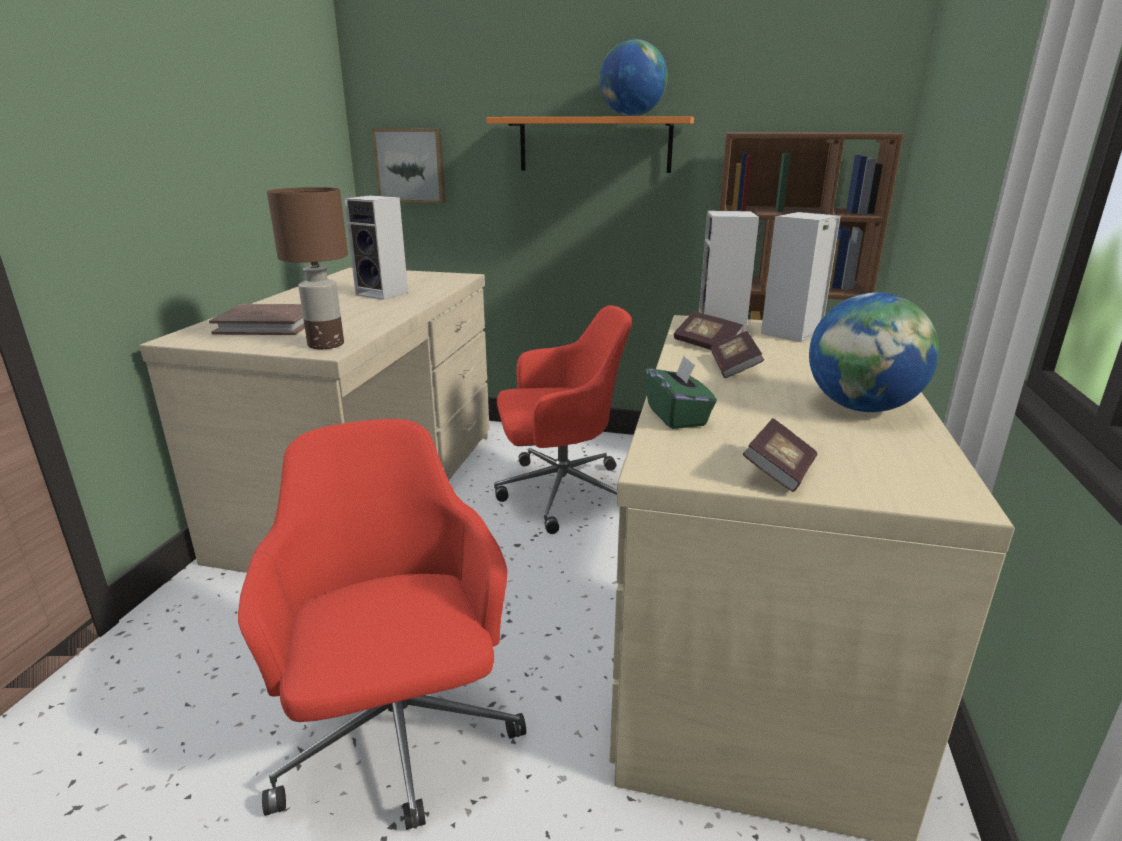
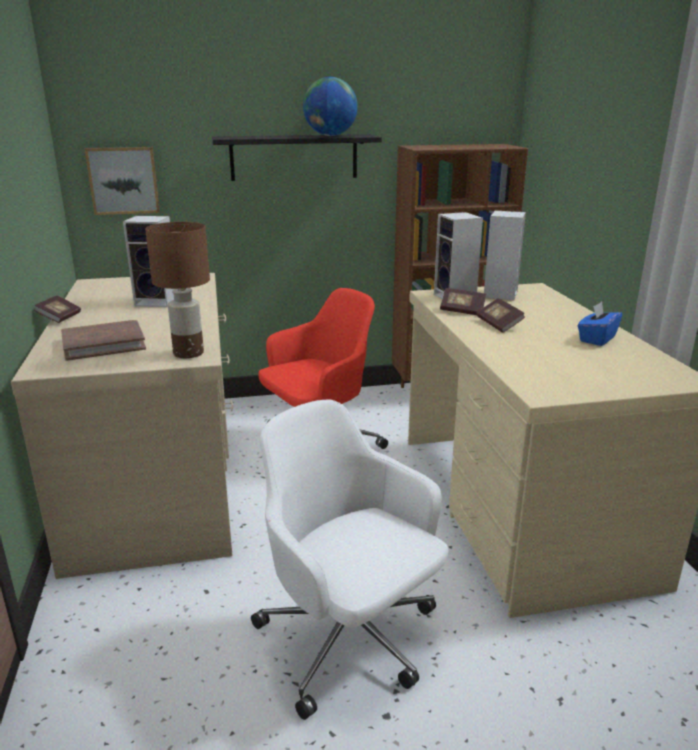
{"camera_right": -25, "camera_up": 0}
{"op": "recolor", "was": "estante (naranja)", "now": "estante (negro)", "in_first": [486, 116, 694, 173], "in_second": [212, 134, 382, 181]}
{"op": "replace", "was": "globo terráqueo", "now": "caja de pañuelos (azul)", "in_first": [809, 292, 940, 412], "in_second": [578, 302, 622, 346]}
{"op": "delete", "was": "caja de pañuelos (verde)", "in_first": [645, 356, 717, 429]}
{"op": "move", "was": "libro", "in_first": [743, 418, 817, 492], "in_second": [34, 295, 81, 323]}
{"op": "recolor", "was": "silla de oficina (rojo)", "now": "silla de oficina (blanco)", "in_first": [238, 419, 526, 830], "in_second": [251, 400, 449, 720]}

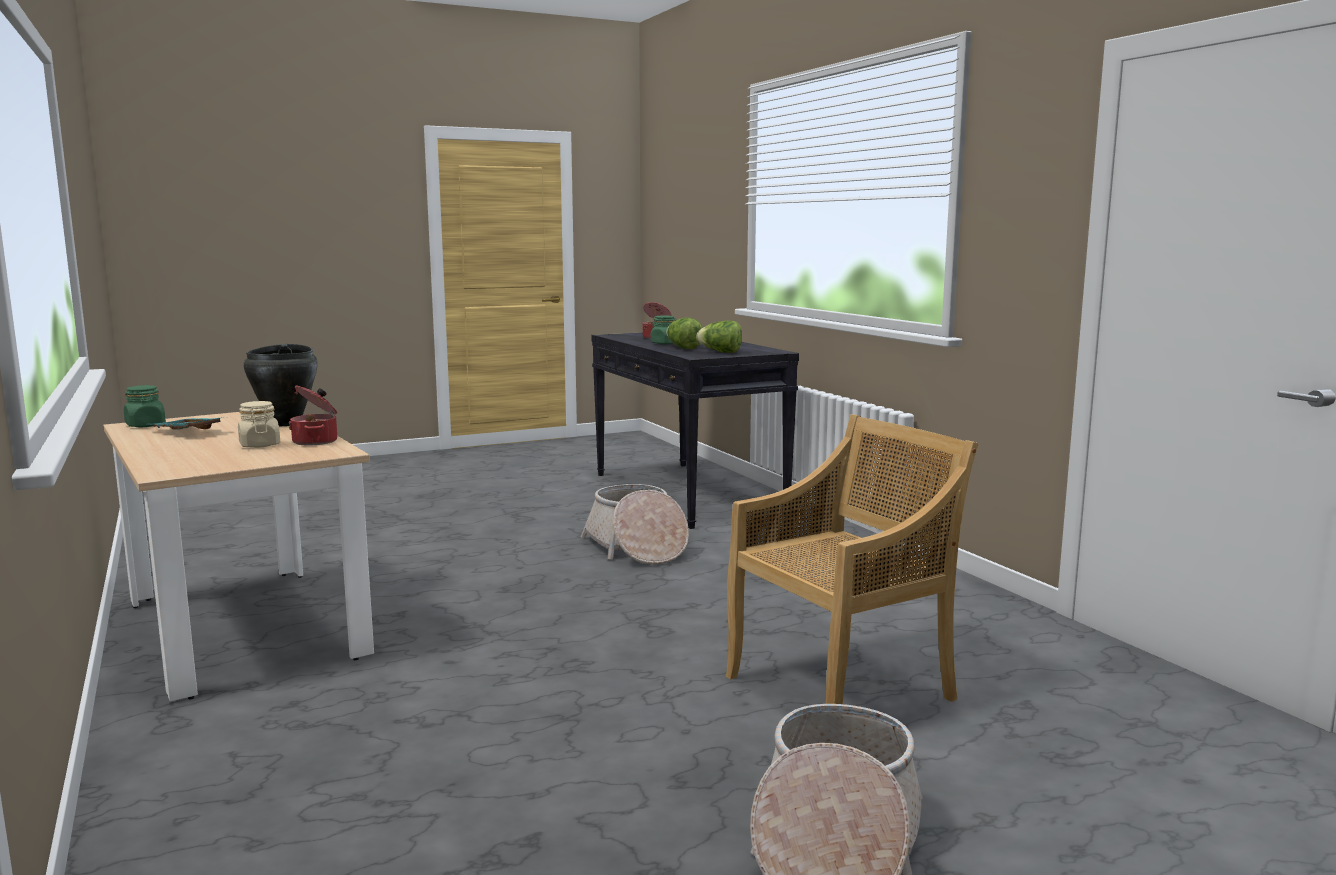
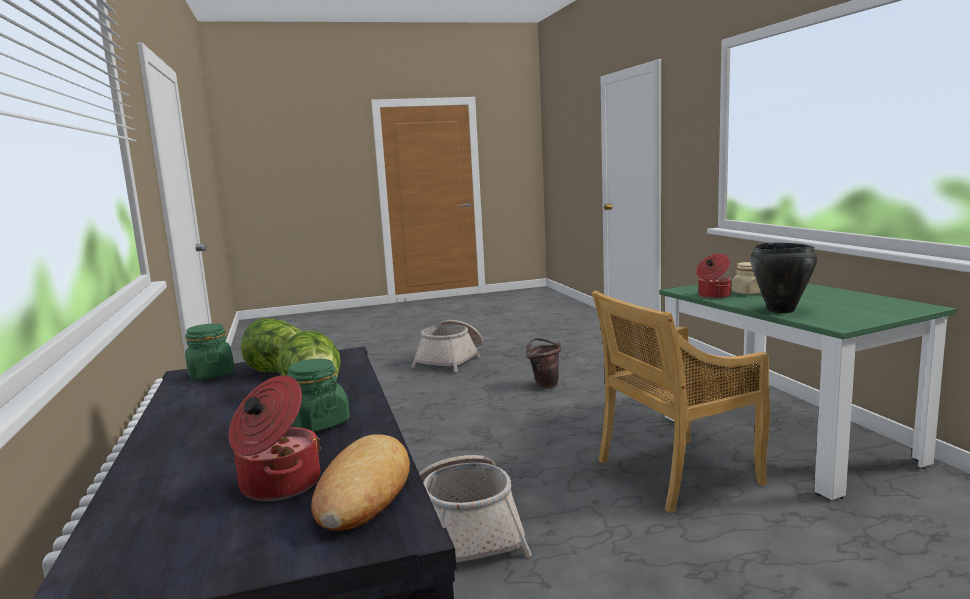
{"camera_right": -170, "camera_up": 0}
{"op": "move", "was": "tarro (verde)", "in_first": [124, 385, 166, 427], "in_second": [185, 323, 235, 379]}
{"op": "recolor", "was": "mesa de comedor (beis)", "now": "mesa de comedor (verde)", "in_first": [103, 412, 374, 701], "in_second": [659, 278, 956, 500]}
{"op": "move", "was": "silla (beis)", "in_first": [726, 414, 978, 704], "in_second": [592, 291, 770, 513]}
{"op": "delete", "was": "bandeja (turquesa)", "in_first": [151, 417, 224, 430]}
{"op": "insert", "now": "cubo (marrón)", "in_second": [526, 338, 561, 389]}
{"op": "insert", "now": "pan", "in_second": [311, 434, 410, 531]}

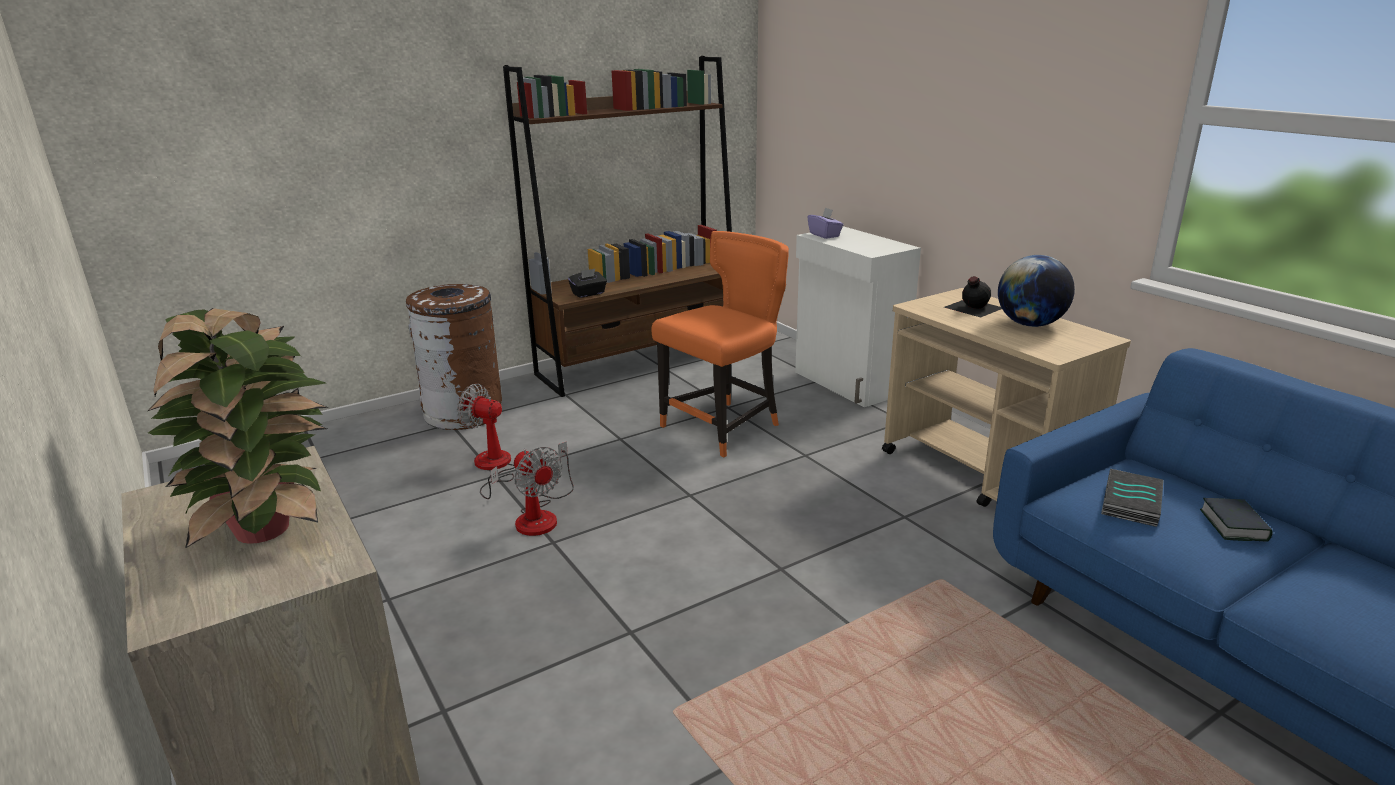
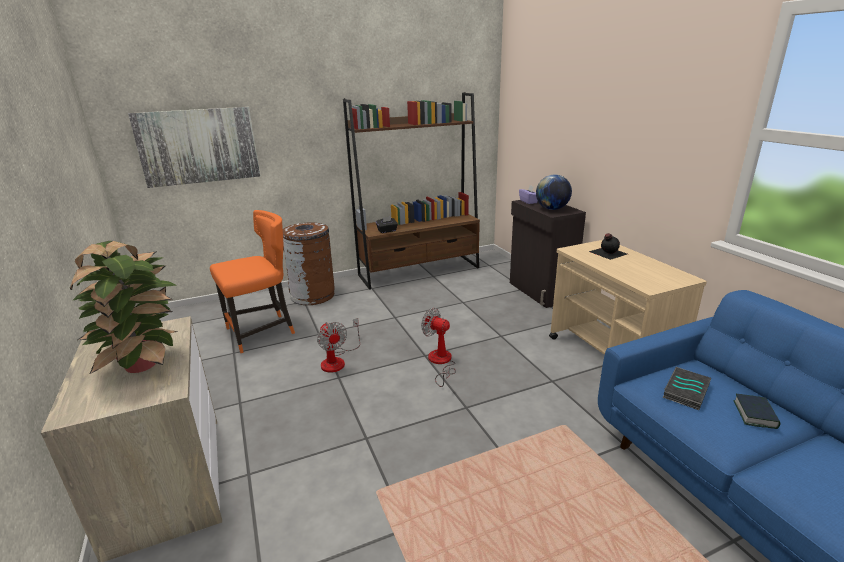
{"camera_right": 10, "camera_up": 0}
{"op": "recolor", "was": "armario (blanco)", "now": "armario (negro)", "in_first": [795, 226, 921, 407], "in_second": [510, 200, 586, 308]}
{"op": "move", "was": "silla (naranja)", "in_first": [651, 231, 789, 457], "in_second": [210, 210, 295, 353]}
{"op": "move", "was": "globo terráqueo", "in_first": [998, 255, 1075, 327], "in_second": [536, 174, 572, 210]}
{"op": "move", "was": "ventilador", "in_first": [457, 384, 515, 499], "in_second": [421, 308, 456, 387]}
{"op": "insert", "now": "cuadro", "in_second": [128, 107, 260, 188]}

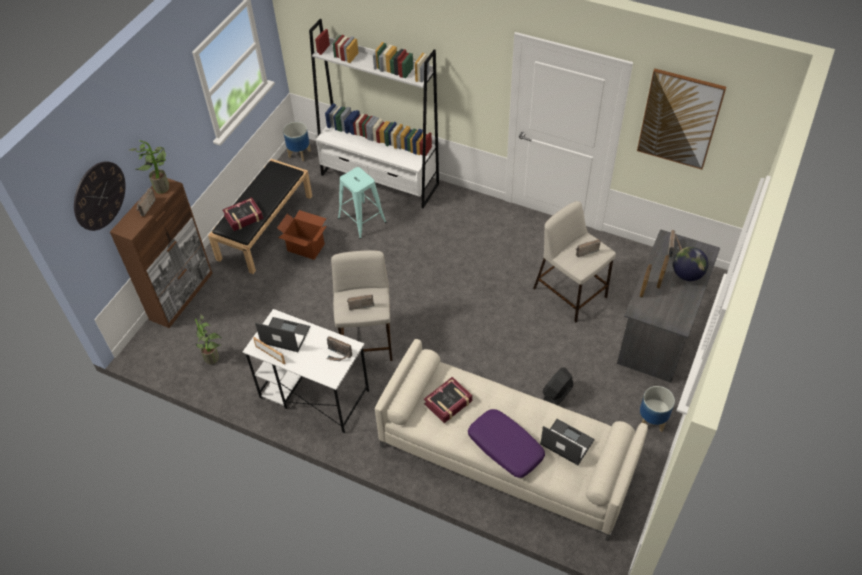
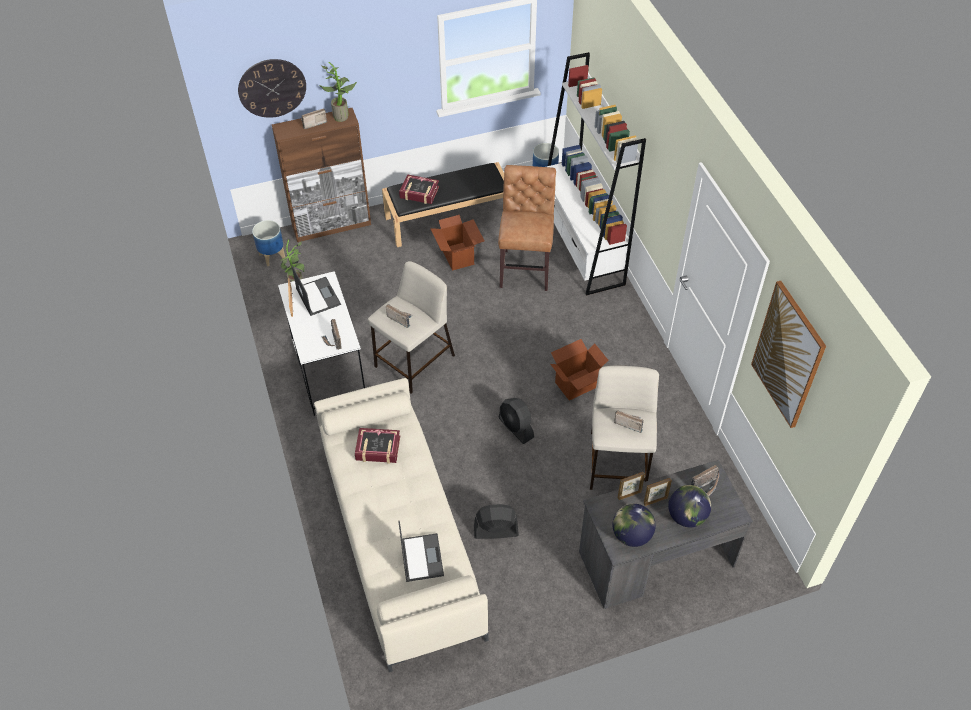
{"camera_right": 45, "camera_up": 0}
{"op": "replace", "was": "taburete (turquesa)", "now": "silla (marrón)", "in_first": [338, 167, 386, 239], "in_second": [498, 165, 556, 291]}
{"op": "move", "was": "maceta", "in_first": [640, 386, 675, 432], "in_second": [252, 220, 285, 266]}
{"op": "delete", "was": "cojín (morado)", "in_first": [468, 409, 545, 478]}
{"op": "insert", "now": "caja de cartón", "in_second": [550, 339, 608, 401]}
{"op": "insert", "now": "ventilador (negro)", "in_second": [498, 398, 534, 444]}
{"op": "insert", "now": "globo terráqueo", "in_second": [613, 504, 656, 547]}

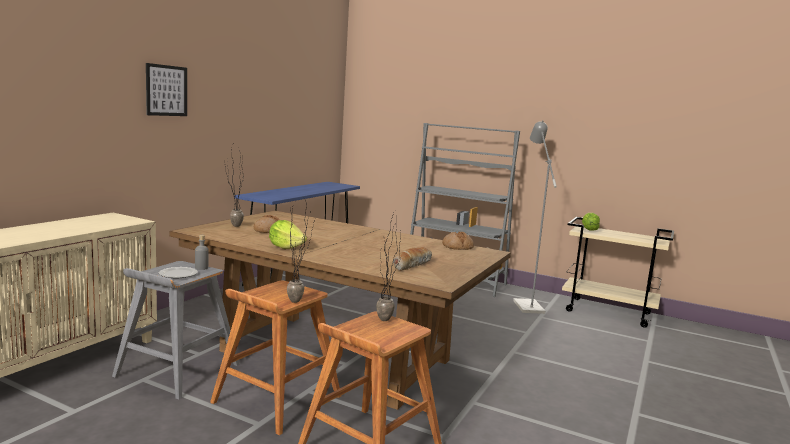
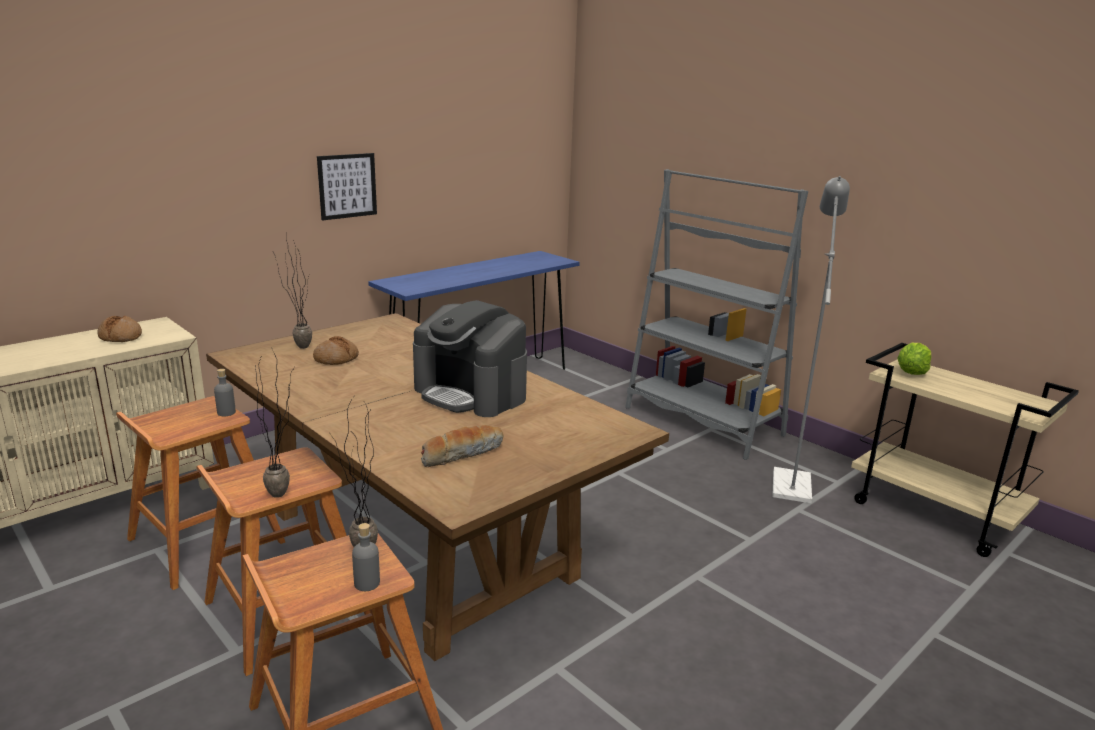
{"camera_right": 20, "camera_up": 10}
{"op": "move", "was": "cuadro", "in_first": [146, 63, 187, 116], "in_second": [317, 153, 377, 221]}
{"op": "delete", "was": "lechuga", "in_first": [269, 220, 307, 249]}
{"op": "move", "was": "pan", "in_first": [442, 232, 474, 250], "in_second": [97, 316, 142, 342]}
{"op": "recolor", "was": "taburete (gris)", "now": "taburete (marrón)", "in_first": [112, 261, 240, 400], "in_second": [116, 396, 285, 590]}
{"op": "delete", "was": "plato", "in_first": [158, 267, 198, 278]}
{"op": "insert", "now": "cafetera", "in_second": [413, 300, 527, 417]}
{"op": "insert", "now": "botella (gris)", "in_second": [352, 523, 380, 591]}

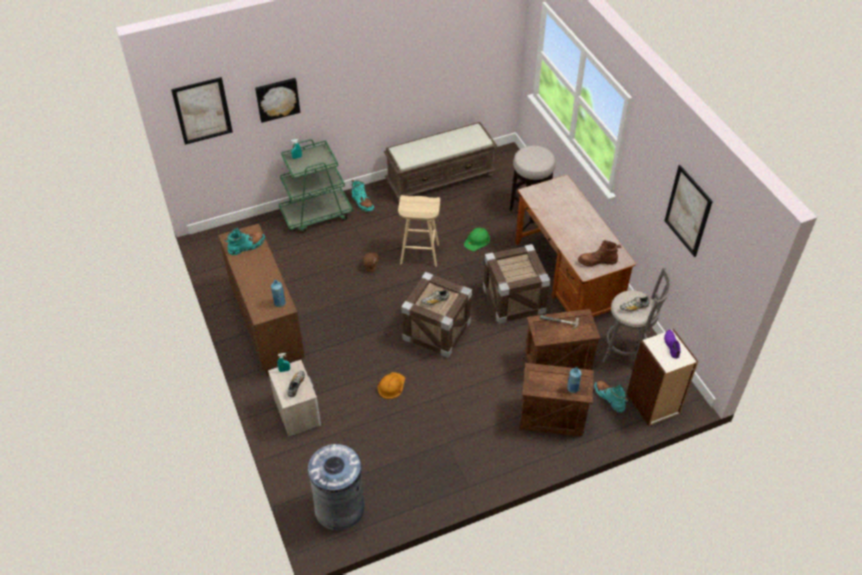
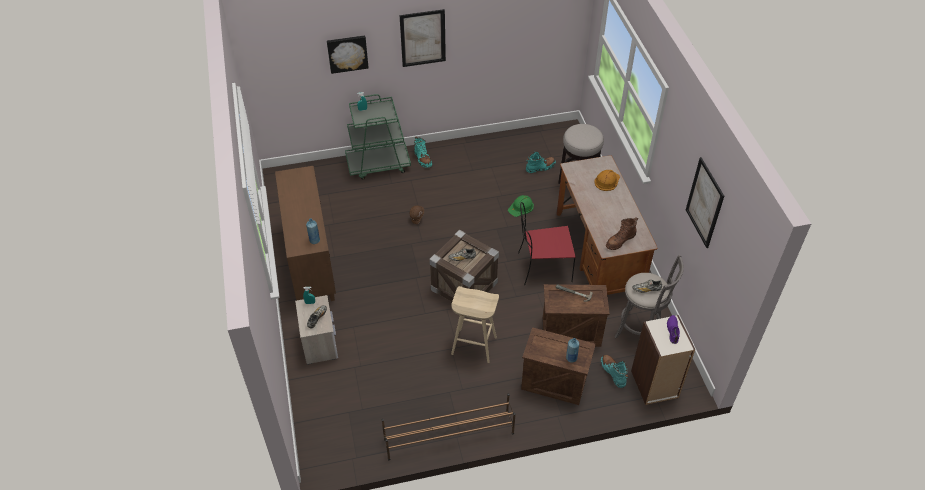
{"camera_right": 10, "camera_up": 0}
{"op": "move", "was": "cuadro", "in_first": [171, 77, 233, 145], "in_second": [399, 9, 446, 67]}
{"op": "delete", "was": "banco (marrón)", "in_first": [384, 122, 497, 202]}
{"op": "move", "was": "taburete (beis)", "in_first": [398, 195, 440, 267], "in_second": [451, 286, 499, 363]}
{"op": "move", "was": "bota (turquesa)", "in_first": [224, 228, 265, 255], "in_second": [526, 151, 556, 173]}
{"op": "rotate", "was": "bota (marrón)", "in_first": [578, 240, 621, 266], "in_second": [606, 217, 638, 250], "clockwise": -45}
{"op": "replace", "was": "caja de embalaje", "now": "silla (rojo)", "in_first": [483, 244, 550, 324], "in_second": [518, 202, 576, 285]}
{"op": "move", "was": "casco (naranja)", "in_first": [378, 372, 405, 399], "in_second": [594, 170, 620, 191]}
{"op": "delete", "was": "papelera (gris)", "in_first": [308, 444, 364, 530]}
{"op": "insert", "now": "zapatero (marrón)", "in_second": [382, 393, 516, 460]}

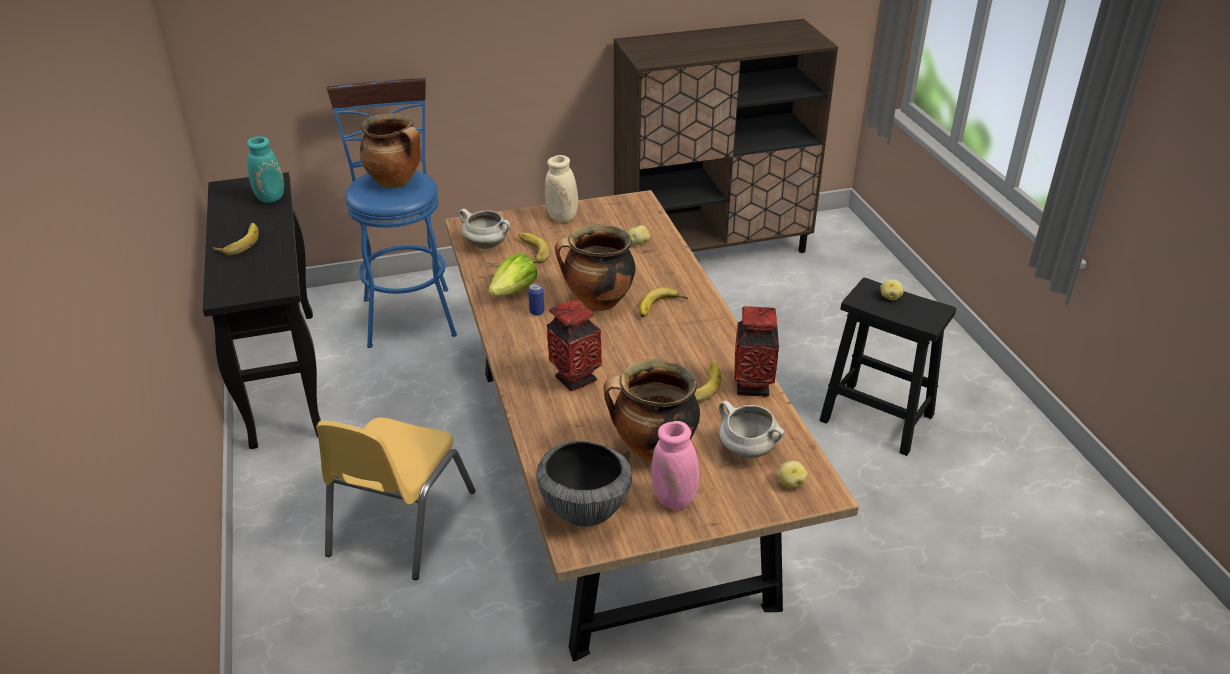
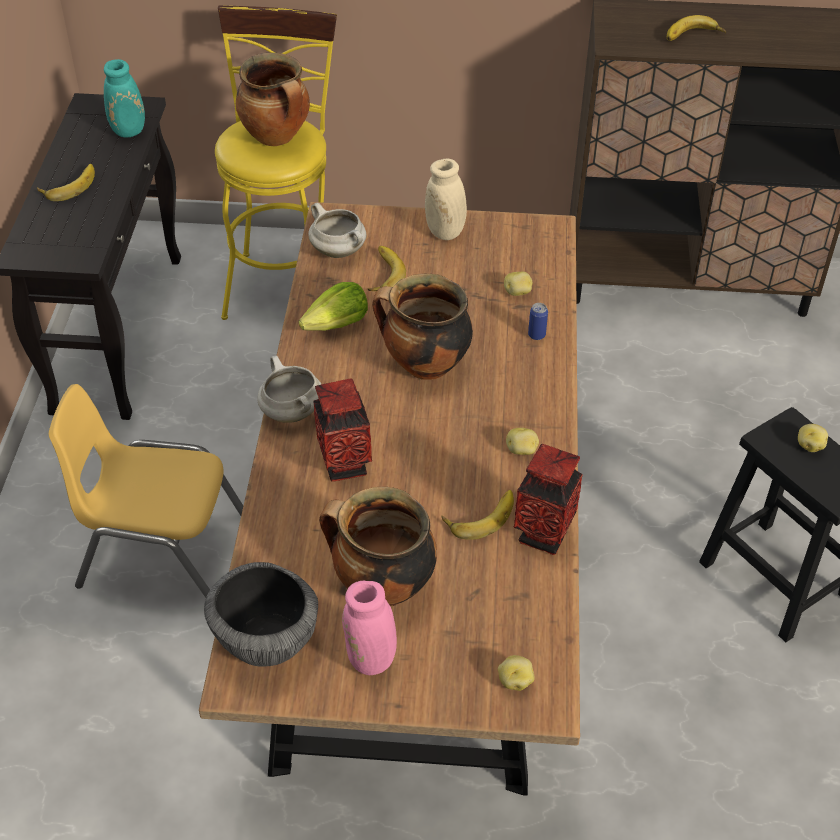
{"camera_right": 20, "camera_up": 10}
{"op": "recolor", "was": "taburete (azul)", "now": "taburete (amarillo)", "in_first": [326, 78, 457, 348], "in_second": [215, 5, 337, 320]}
{"op": "move", "was": "lata", "in_first": [528, 283, 544, 316], "in_second": [528, 303, 548, 340]}
{"op": "move", "was": "plátano", "in_first": [639, 287, 688, 317], "in_second": [667, 15, 726, 41]}
{"op": "move", "was": "olla (blanco)", "in_first": [719, 400, 784, 458], "in_second": [257, 356, 321, 423]}
{"op": "rotate", "was": "silla (amarillo)", "in_first": [316, 417, 476, 580], "in_second": [49, 384, 243, 598], "clockwise": 60}
{"op": "insert", "now": "patata", "in_second": [506, 428, 539, 455]}

